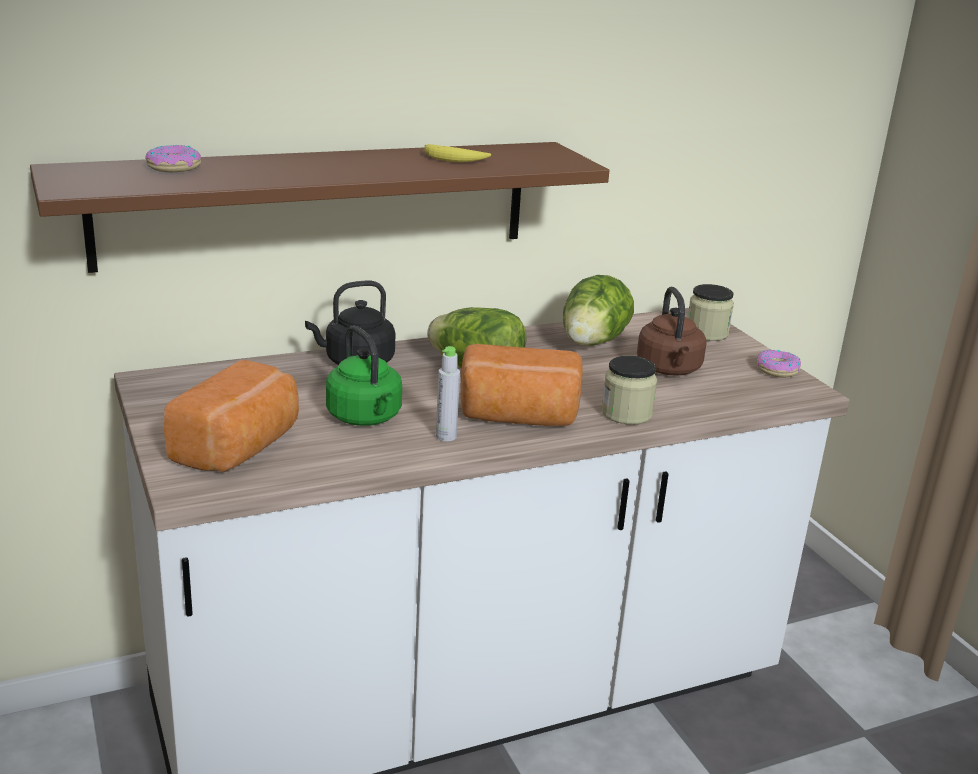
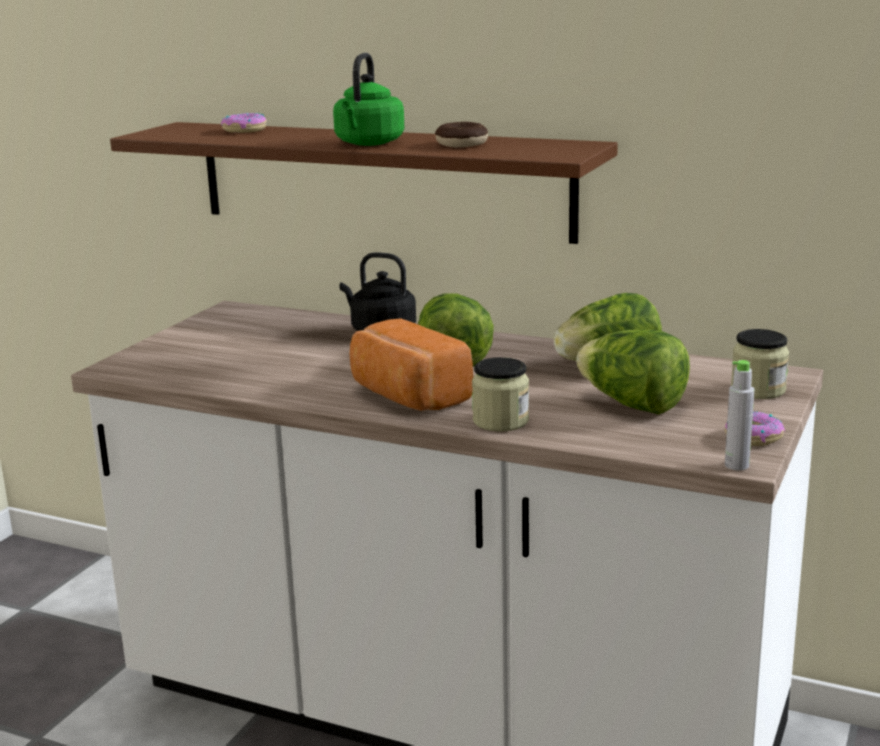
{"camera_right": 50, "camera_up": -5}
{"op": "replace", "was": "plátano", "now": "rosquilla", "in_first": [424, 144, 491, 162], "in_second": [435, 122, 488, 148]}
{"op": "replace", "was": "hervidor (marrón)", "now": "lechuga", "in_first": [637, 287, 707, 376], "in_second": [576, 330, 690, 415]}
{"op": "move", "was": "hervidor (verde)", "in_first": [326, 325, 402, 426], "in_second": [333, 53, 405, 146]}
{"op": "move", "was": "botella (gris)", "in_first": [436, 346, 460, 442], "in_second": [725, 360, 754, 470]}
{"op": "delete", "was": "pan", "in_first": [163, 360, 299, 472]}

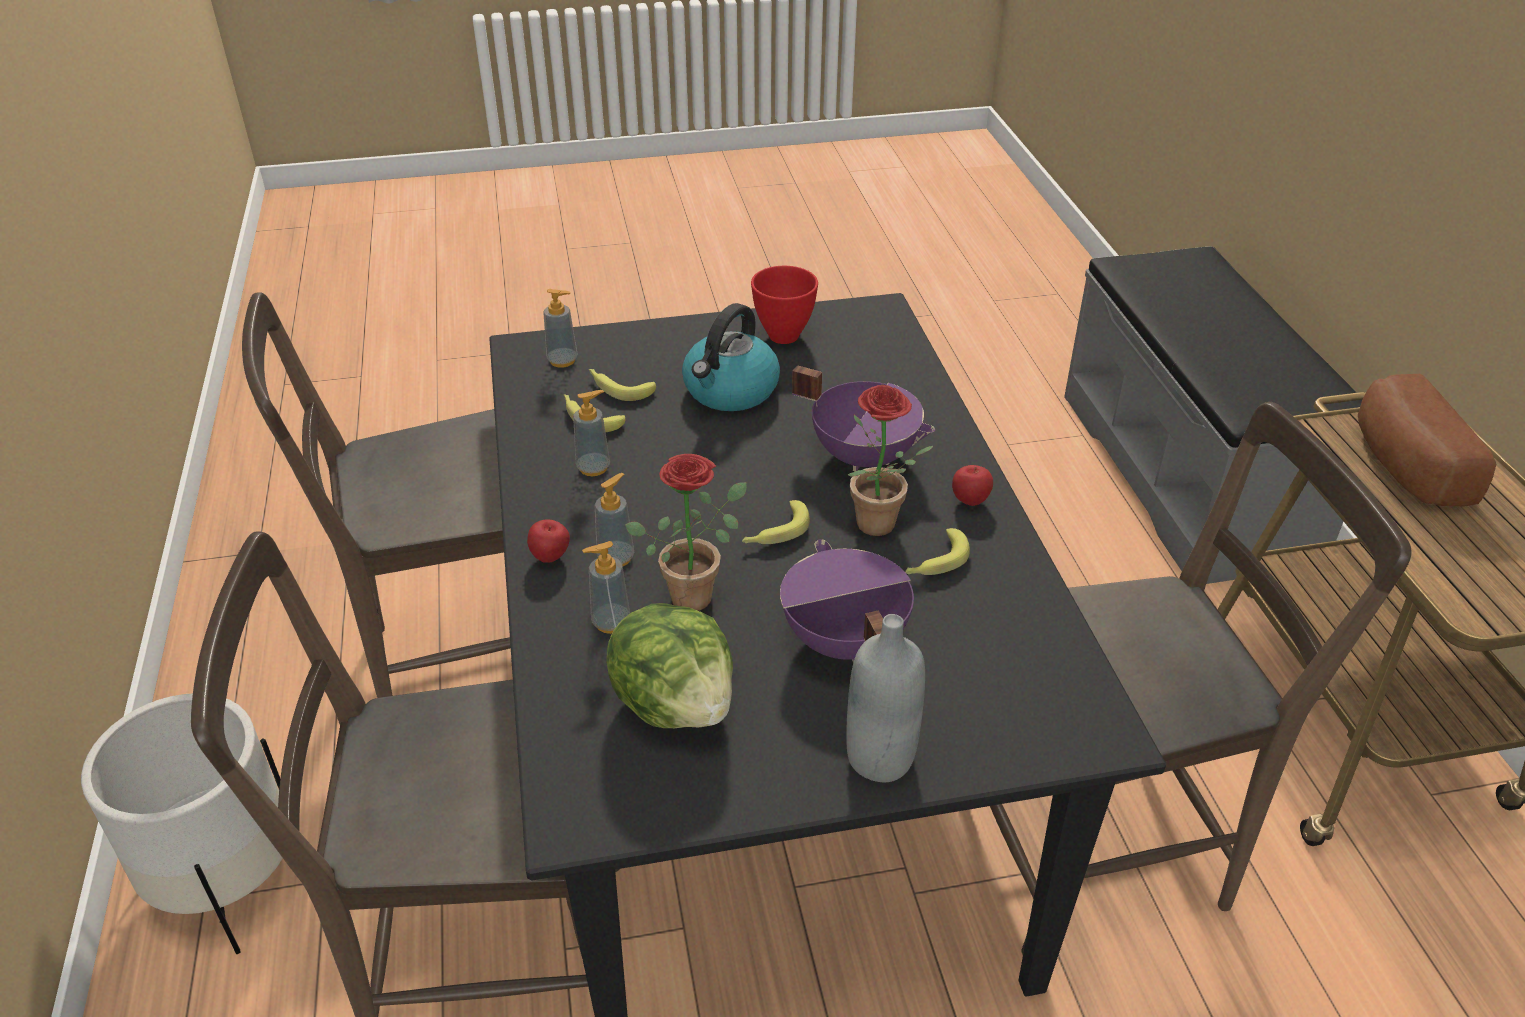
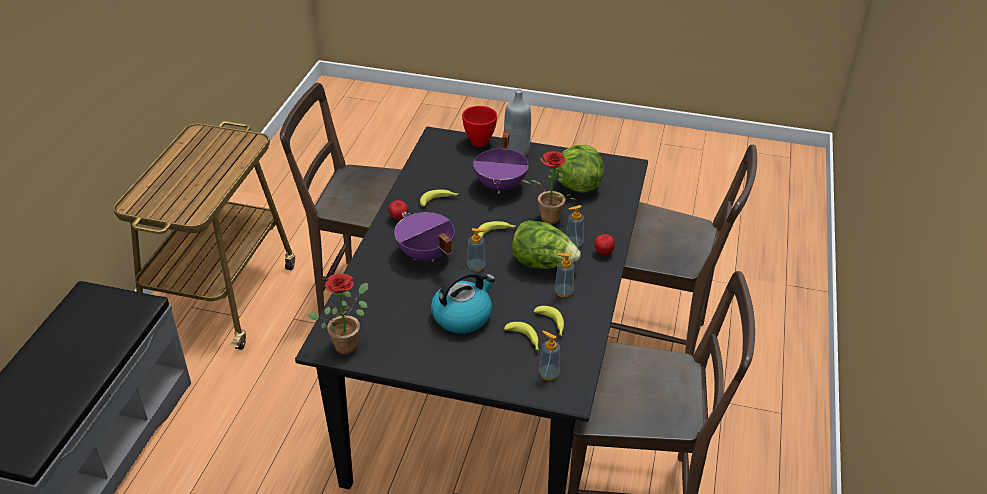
{"camera_right": -155, "camera_up": 0}
{"op": "move", "was": "cuenco (rojo)", "in_first": [751, 266, 818, 344], "in_second": [462, 106, 497, 147]}
{"op": "delete", "was": "pan", "in_first": [1358, 374, 1496, 507]}
{"op": "move", "was": "planta en maceta", "in_first": [847, 385, 933, 536], "in_second": [307, 273, 368, 354]}
{"op": "move", "was": "dispensador de jabón", "in_first": [582, 541, 630, 634], "in_second": [467, 228, 486, 272]}
{"op": "delete", "was": "maceta (blanco)", "in_first": [81, 693, 283, 954]}
{"op": "insert", "now": "lechuga", "in_second": [512, 220, 580, 269]}

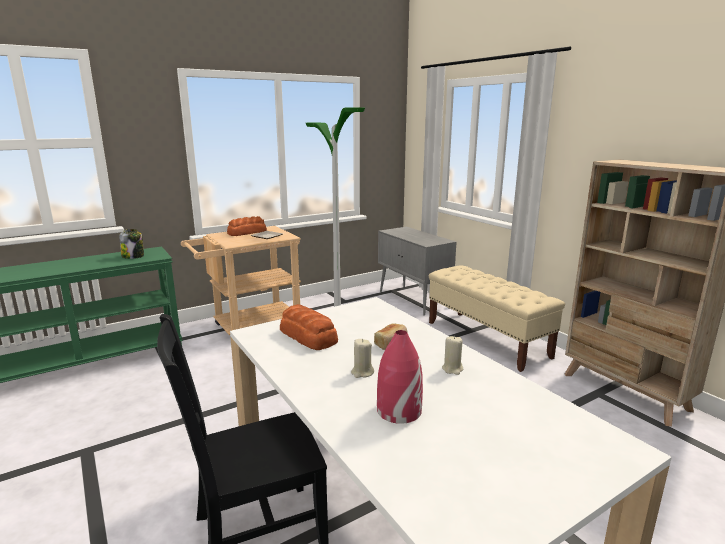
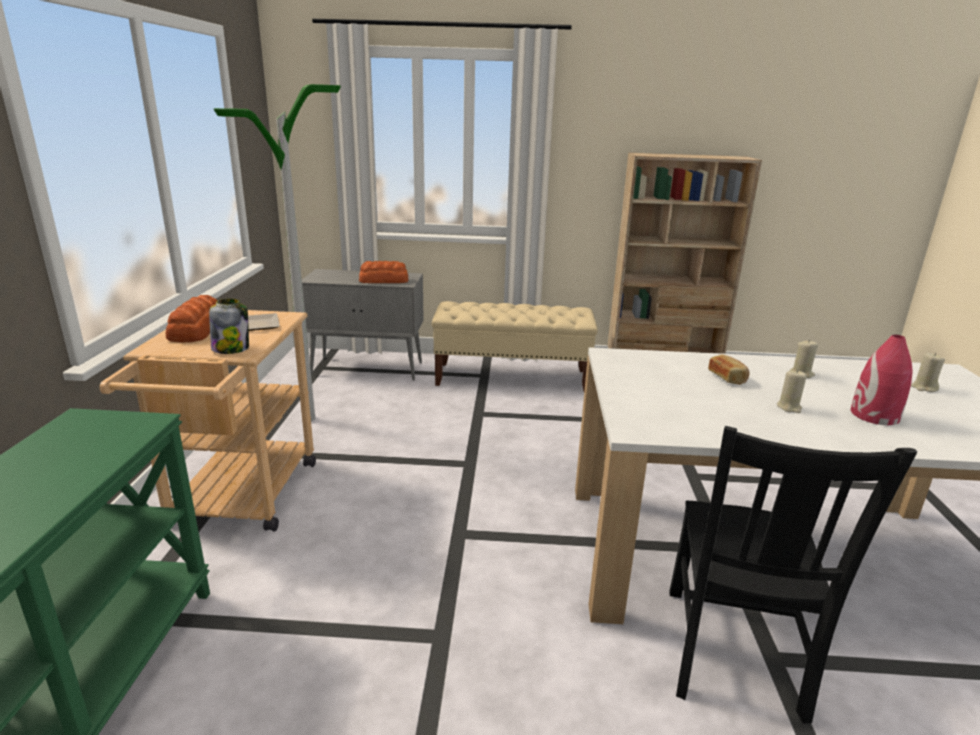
{"camera_right": -55, "camera_up": 5}
{"op": "move", "was": "tarro", "in_first": [120, 229, 144, 259], "in_second": [209, 298, 249, 354]}
{"op": "move", "was": "pan", "in_first": [280, 304, 338, 350], "in_second": [359, 261, 408, 283]}
{"op": "insert", "now": "vela (beis)", "in_second": [911, 353, 945, 392]}

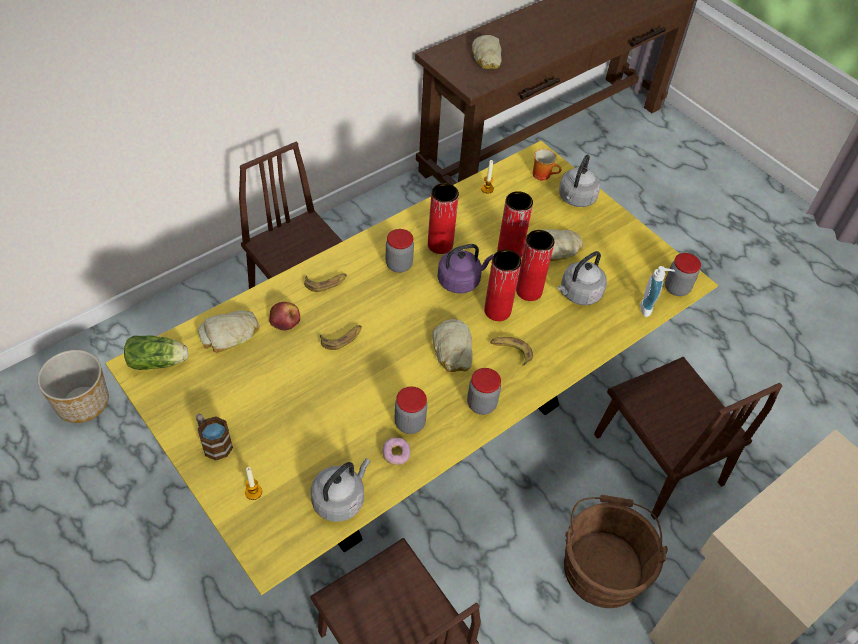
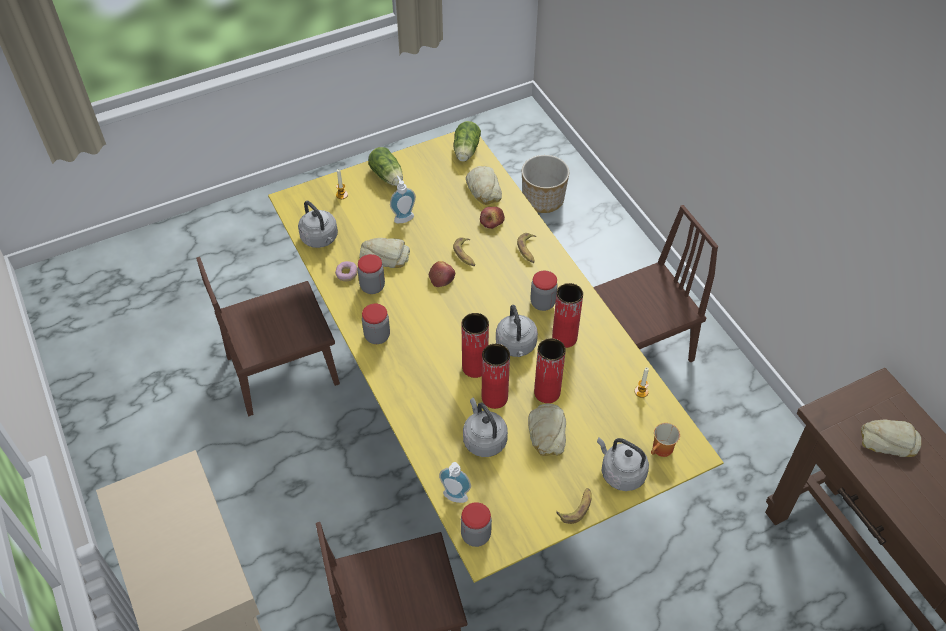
{"camera_right": 105, "camera_up": 0}
{"op": "recolor", "was": "hervidor (morado)", "now": "hervidor (gris)", "in_first": [437, 244, 493, 294], "in_second": [496, 305, 538, 357]}
{"op": "move", "was": "pan", "in_first": [432, 319, 473, 372], "in_second": [359, 238, 410, 268]}
{"op": "move", "was": "plátano", "in_first": [490, 337, 533, 365], "in_second": [556, 488, 592, 524]}
{"op": "replace", "was": "taza grande", "now": "lechuga", "in_first": [196, 413, 233, 461], "in_second": [368, 147, 403, 186]}
{"op": "delete", "was": "cubo (marrón)", "in_first": [564, 495, 668, 608]}
{"op": "insert", "now": "dispensador de jabón", "in_second": [390, 175, 416, 223]}
{"op": "insert", "now": "manzana", "in_second": [429, 261, 455, 287]}

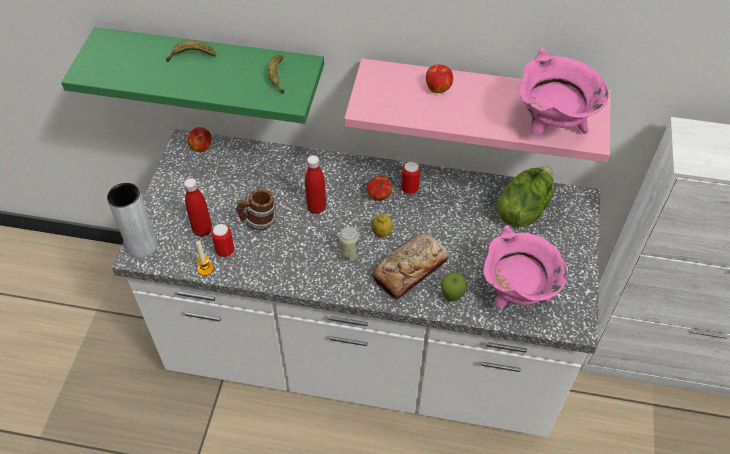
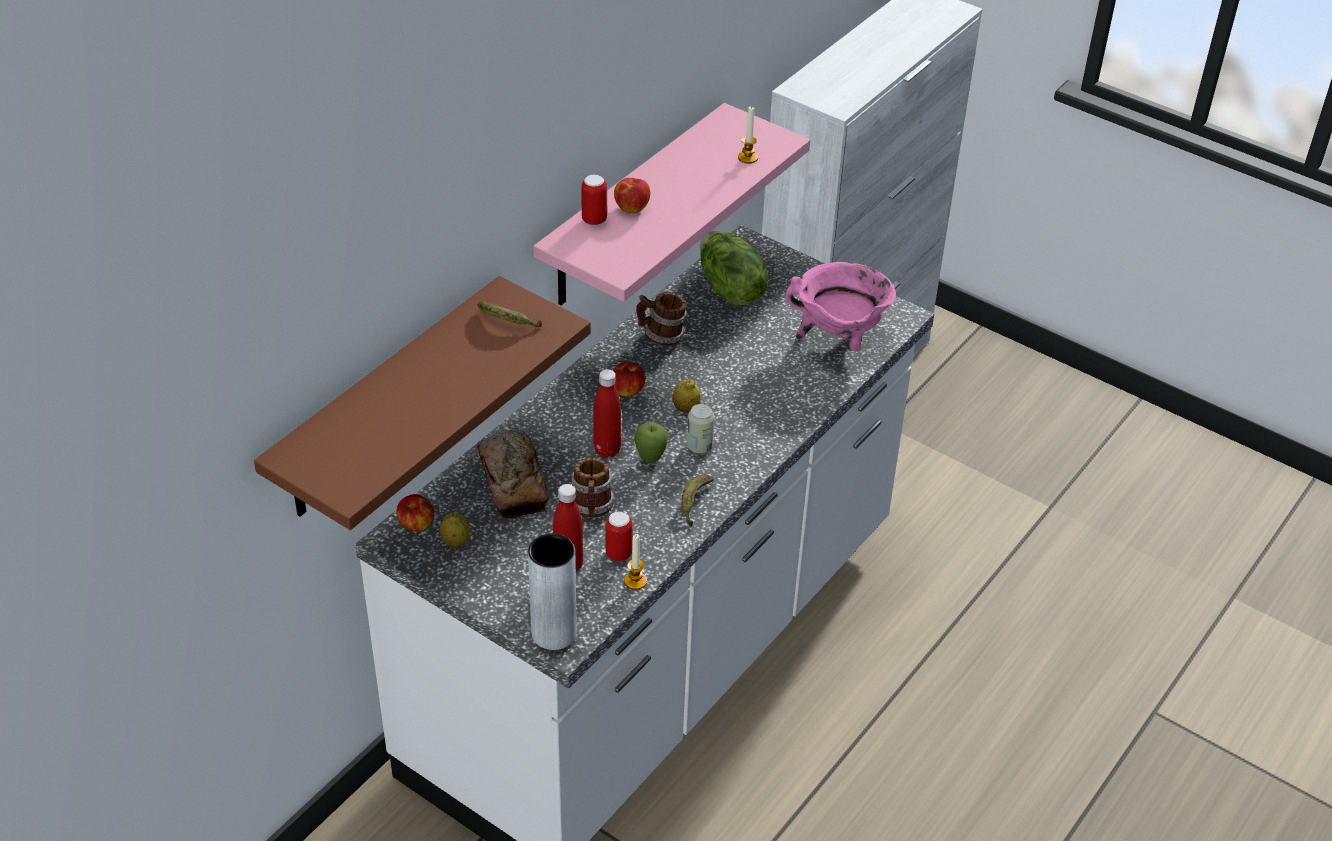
{"camera_right": -65, "camera_up": -10}
{"op": "recolor", "was": "estante (verde)", "now": "estante (marrón)", "in_first": [61, 27, 324, 124], "in_second": [254, 276, 591, 530]}
{"op": "move", "was": "plátano", "in_first": [166, 41, 216, 62], "in_second": [681, 475, 714, 527]}
{"op": "replace", "was": "olla (rosa)", "now": "vela", "in_first": [519, 48, 609, 135], "in_second": [738, 106, 758, 164]}
{"op": "move", "was": "lata", "in_first": [401, 162, 420, 194], "in_second": [581, 175, 607, 225]}
{"op": "move", "was": "pan", "in_first": [372, 234, 450, 301], "in_second": [477, 430, 549, 518]}
{"op": "move", "was": "manzana", "in_first": [441, 272, 467, 302], "in_second": [634, 422, 668, 463]}
{"op": "insert", "now": "taza grande", "in_second": [636, 292, 688, 346]}
{"op": "insert", "now": "limón", "in_second": [439, 512, 470, 547]}

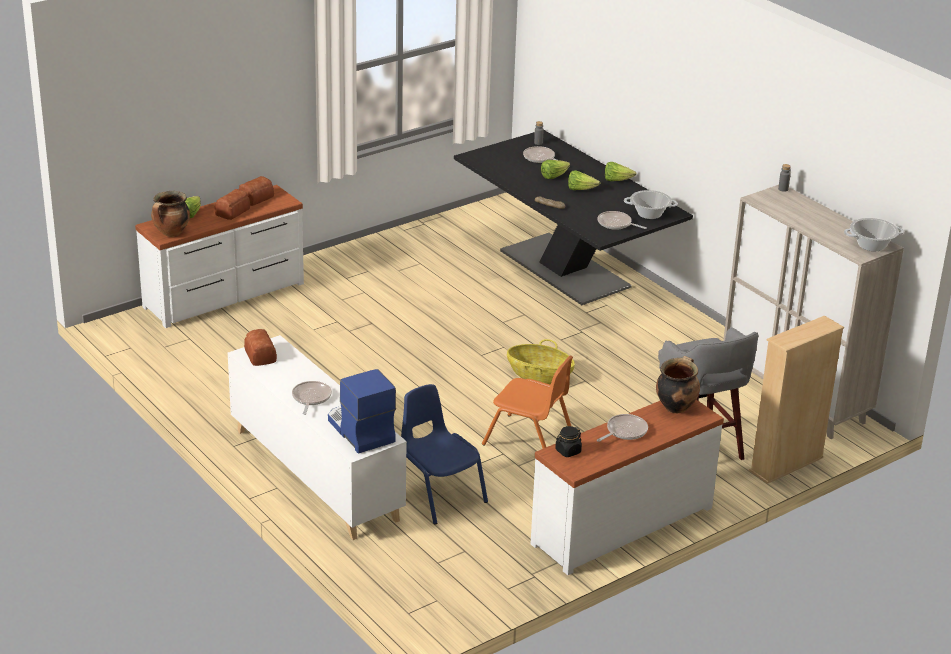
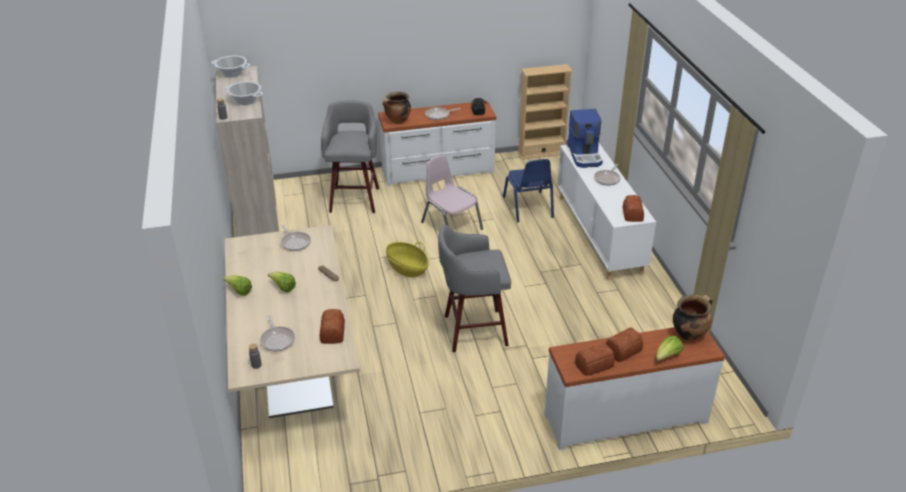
{"camera_right": -155, "camera_up": 5}
{"op": "recolor", "was": "mesa de comedor (negro)", "now": "mesa de comedor (beis)", "in_first": [454, 130, 693, 305], "in_second": [225, 225, 360, 418]}
{"op": "delete", "was": "lechuga", "in_first": [541, 160, 570, 179]}
{"op": "move", "was": "olla", "in_first": [624, 190, 678, 219], "in_second": [226, 81, 263, 105]}
{"op": "move", "was": "estantería (beis)", "in_first": [749, 315, 844, 484], "in_second": [518, 64, 573, 160]}
{"op": "recolor", "was": "silla (naranja)", "now": "silla (rosa)", "in_first": [482, 355, 573, 449], "in_second": [421, 155, 483, 230]}
{"op": "insert", "now": "taburete (gris)", "in_second": [438, 224, 511, 352]}
{"op": "insert", "now": "pan", "in_second": [320, 309, 345, 344]}

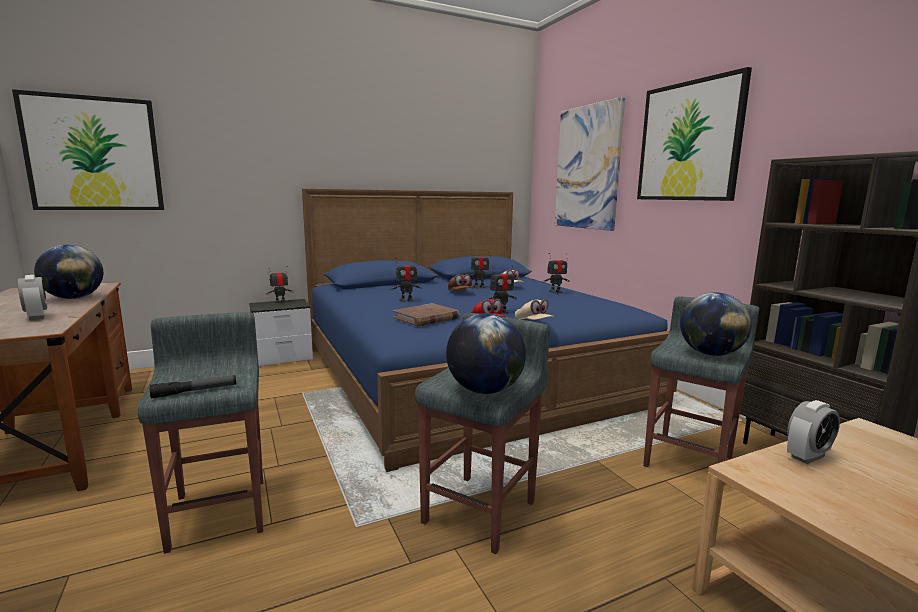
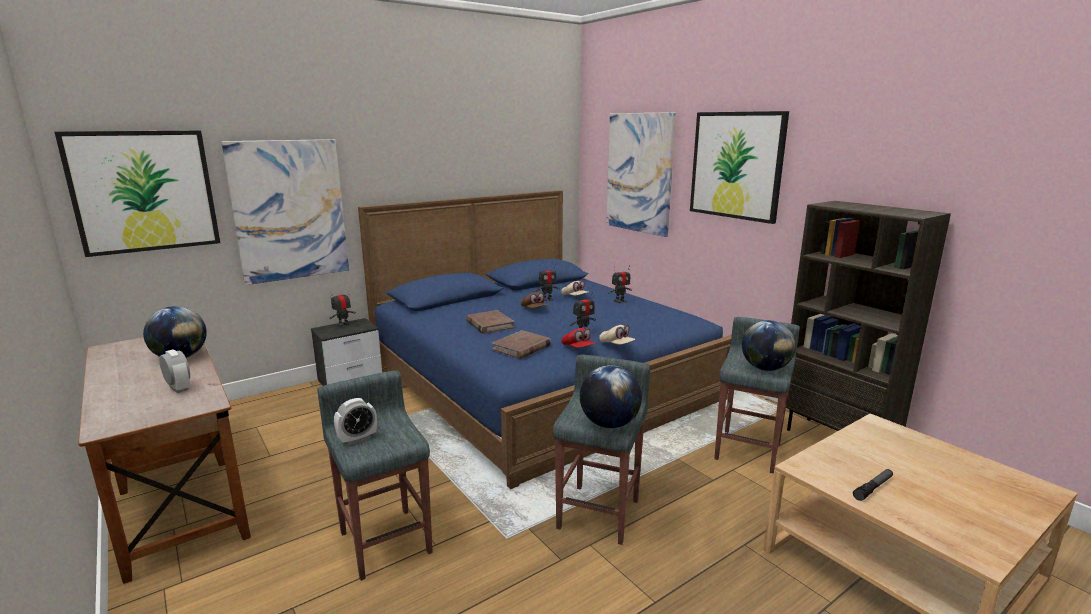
{"camera_right": -10, "camera_up": 5}
{"op": "replace", "was": "robot de juguete", "now": "libro (marrón)", "in_first": [390, 257, 422, 302], "in_second": [466, 310, 515, 334]}
{"op": "move", "was": "linterna", "in_first": [150, 375, 236, 399], "in_second": [853, 469, 893, 501]}
{"op": "move", "was": "despertador", "in_first": [787, 400, 840, 464], "in_second": [334, 398, 377, 445]}
{"op": "insert", "now": "cuadro", "in_second": [221, 139, 349, 285]}

